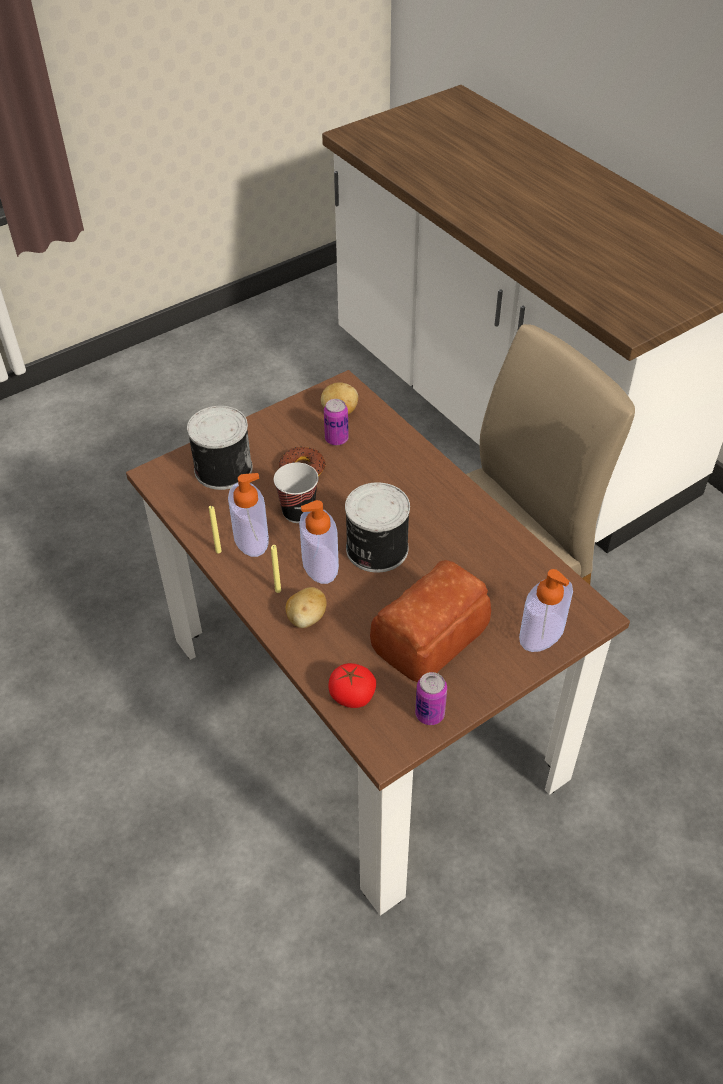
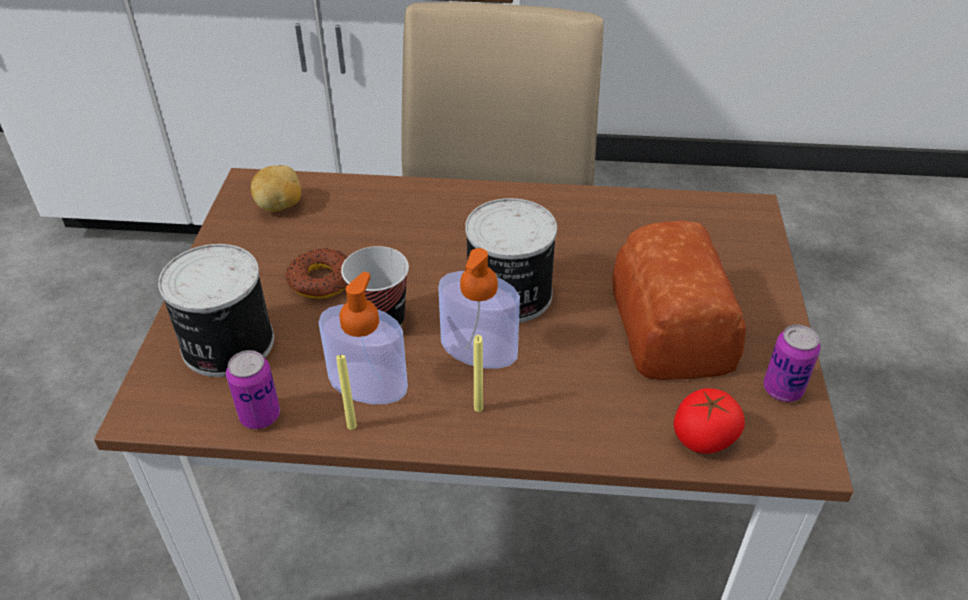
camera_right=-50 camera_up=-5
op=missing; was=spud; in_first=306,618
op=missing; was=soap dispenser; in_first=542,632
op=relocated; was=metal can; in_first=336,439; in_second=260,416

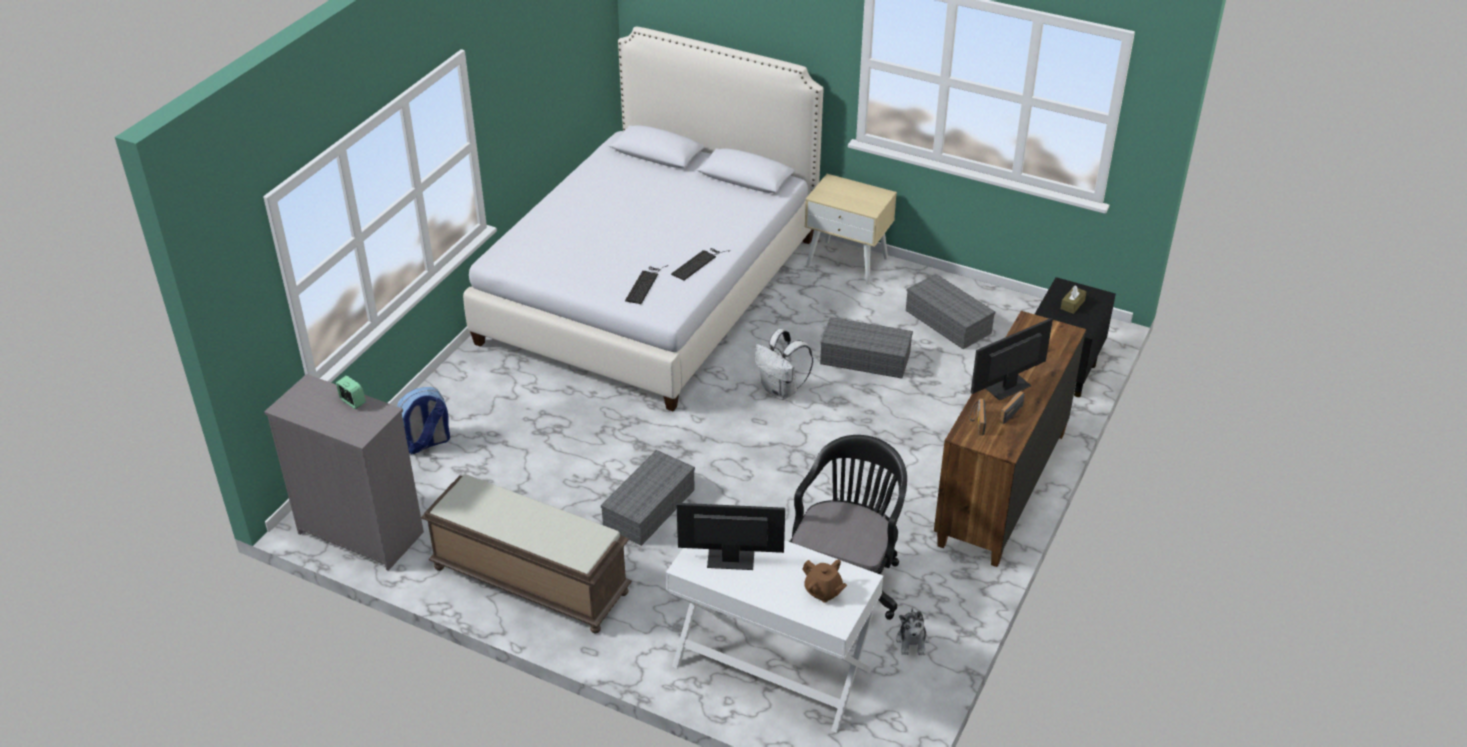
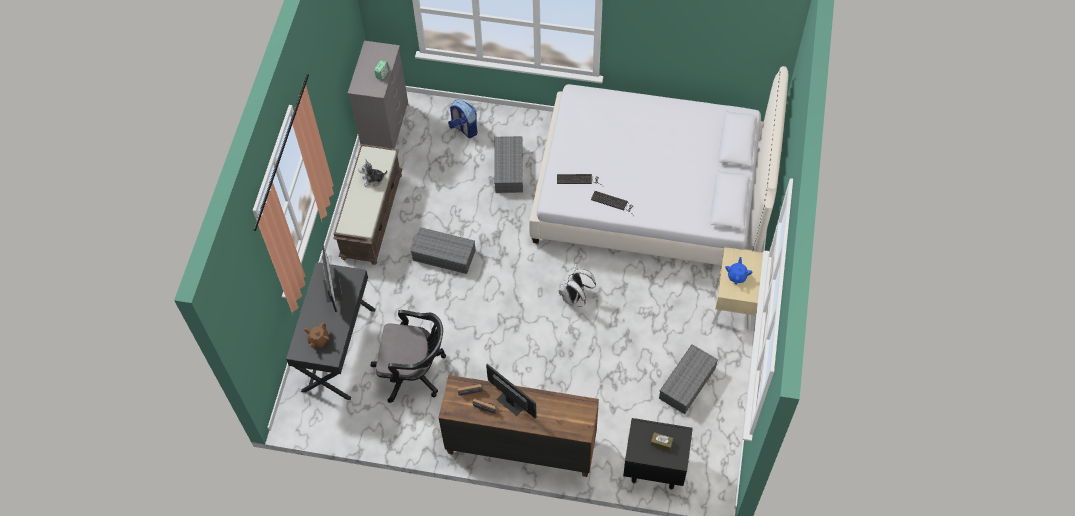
camera_right=75 camera_up=20
op=appeared; now=blue tea pot; in_second=737,276
op=relocated; was=gray storage bin; in_first=866,358; in_second=509,170
op=relocated; was=cuddly toy; in_first=912,641; in_second=373,180
op=colour; was=whitish desk unit; now=black-coloured desk unit; in_first=771,668; in_second=338,349

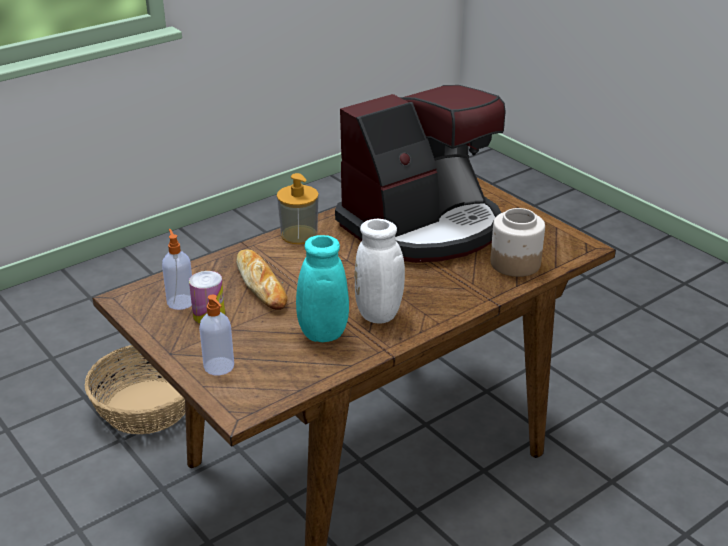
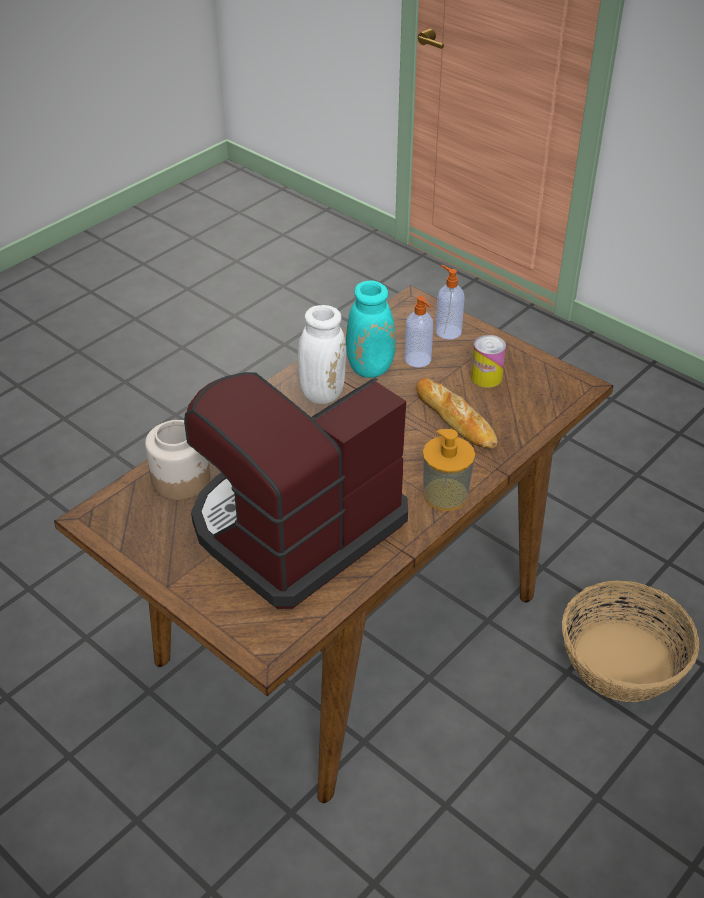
camera_right=170 camera_up=10
op=relocated; was=soap dispenser; in_first=180,301; in_second=418,360

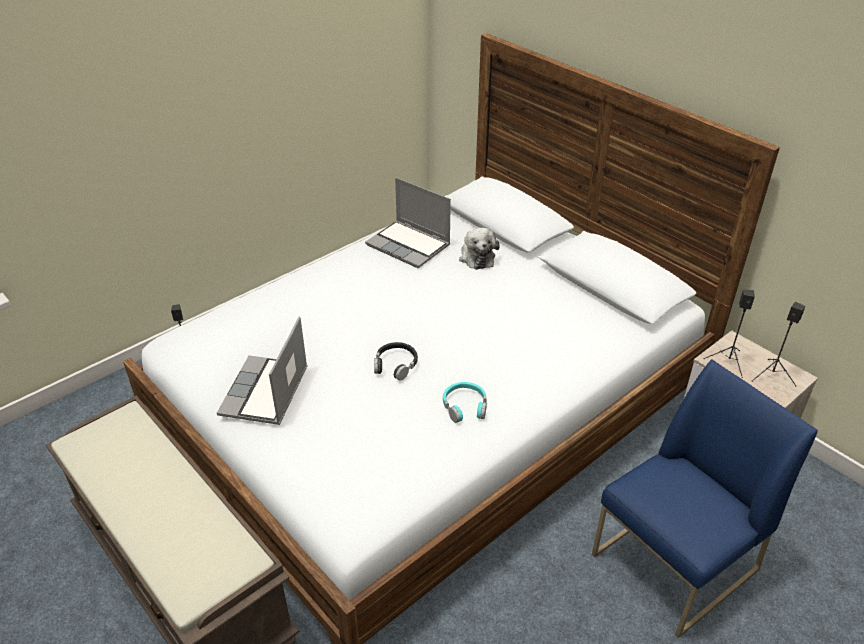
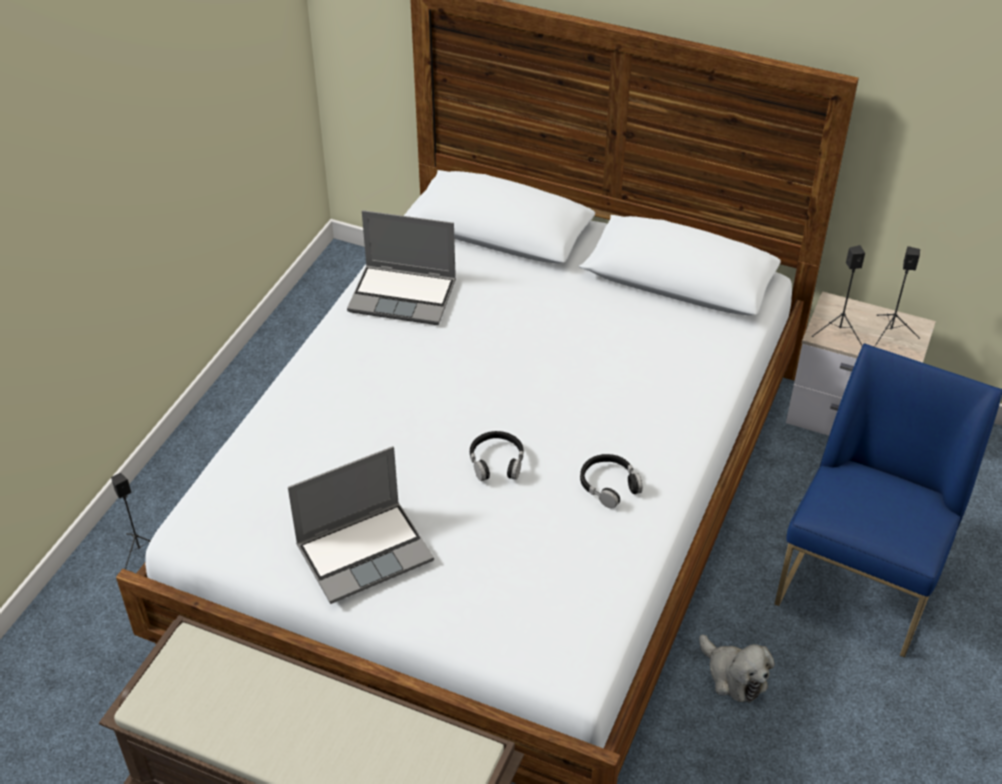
camera_right=-25 camera_up=5
op=relocated; was=cuddly toy; in_first=476,256; in_second=734,676
op=colour; was=turquoise headphones; now=black-coloured headphones; in_first=465,406; in_second=609,485
op=spun; was=laptop; in_first=265,393; in_second=365,551; clockwise=-105

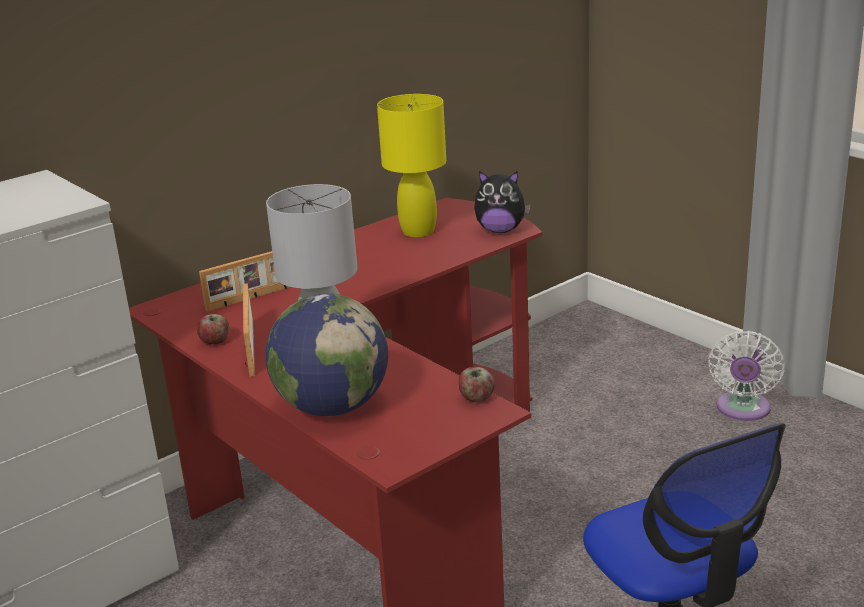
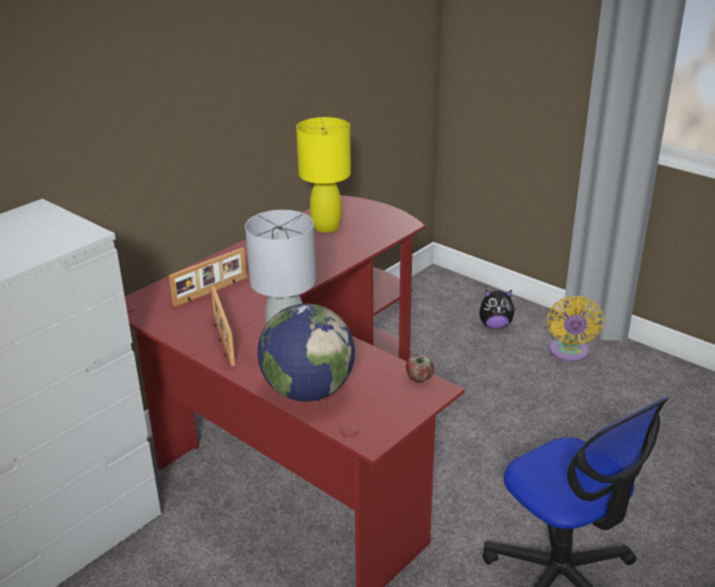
camera_right=-10 camera_up=5
op=missing; was=apple; in_first=215,342
op=relocated; was=cuddly toy; in_first=500,230; in_second=495,325
op=colour; was=whitish fan; now=yellow fan; in_first=742,410; in_second=569,353

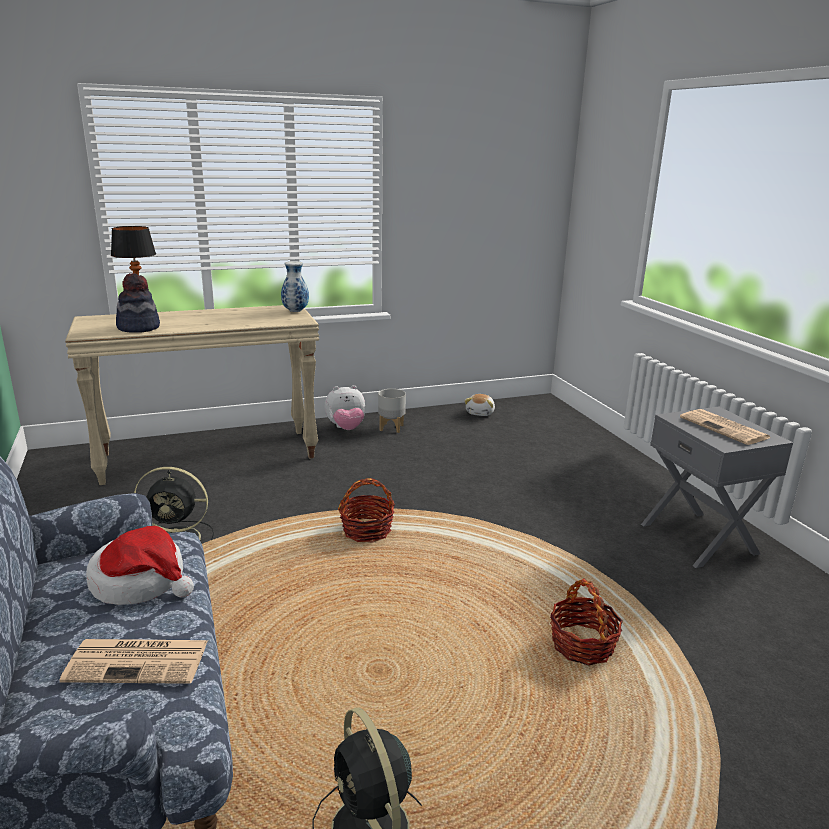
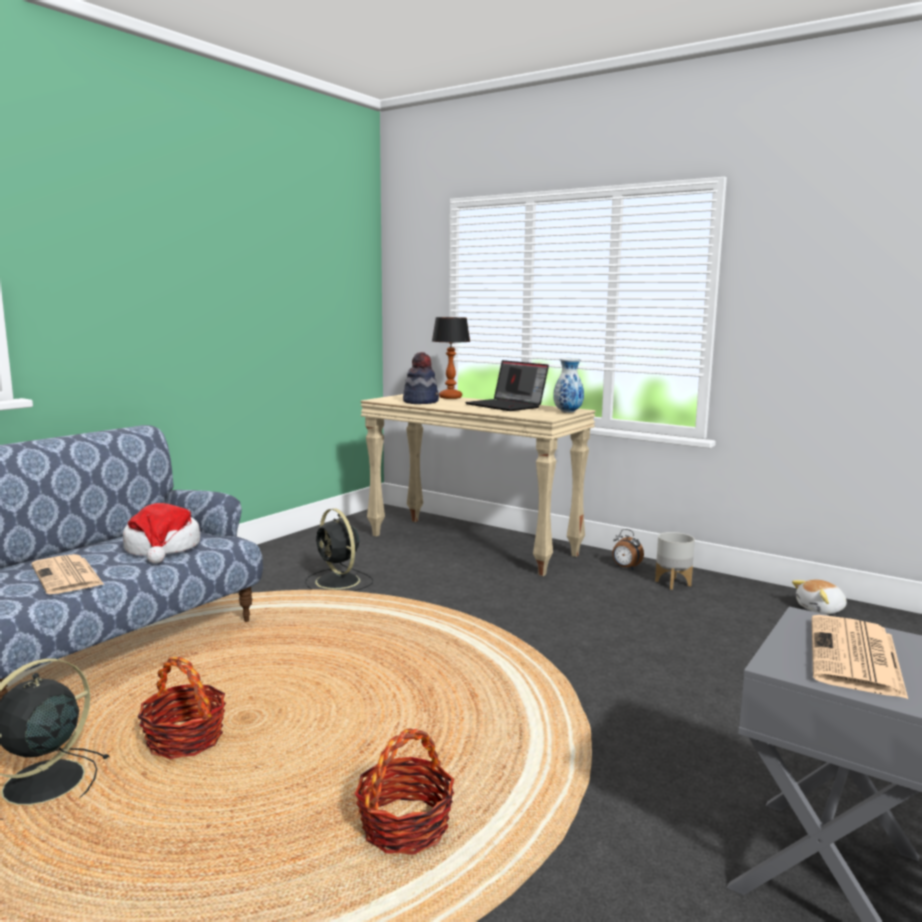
camera_right=55 camera_up=-10
op=appeared; now=laptop; in_second=507,406
op=relocated; was=household basket; in_first=367,530; in_second=185,739
op=exchanged; was=cuddly toy; now=alarm clock; in_first=346,428; in_second=625,567

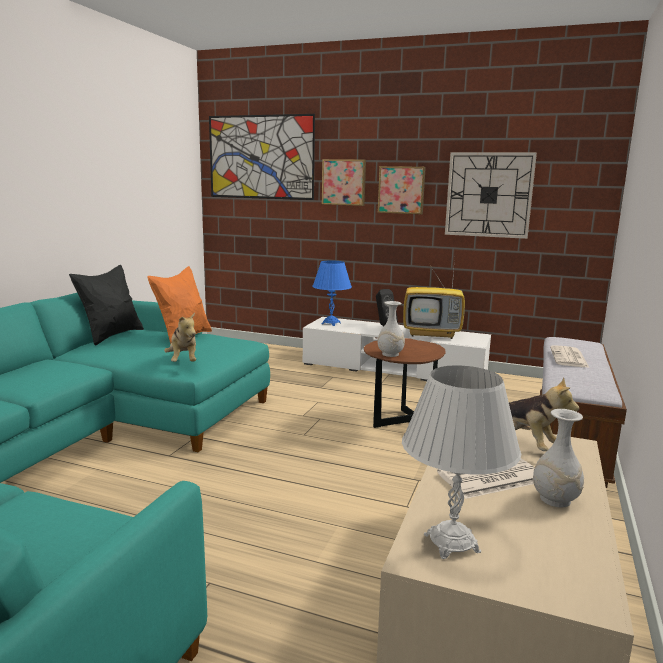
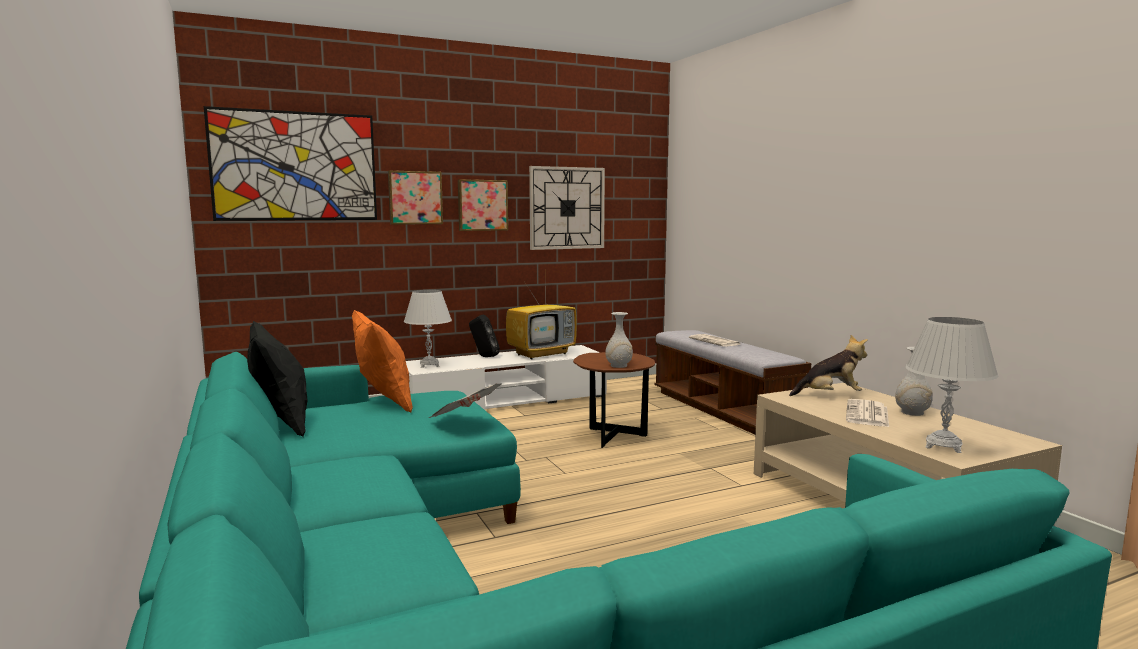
camera_right=-45 camera_up=-5
op=exchanged; was=cuddly toy; now=daily paper; in_first=183,361; in_second=465,420
op=colour; was=blue tabletop lamp; now=whitish tabletop lamp; in_first=331,323; in_second=429,365

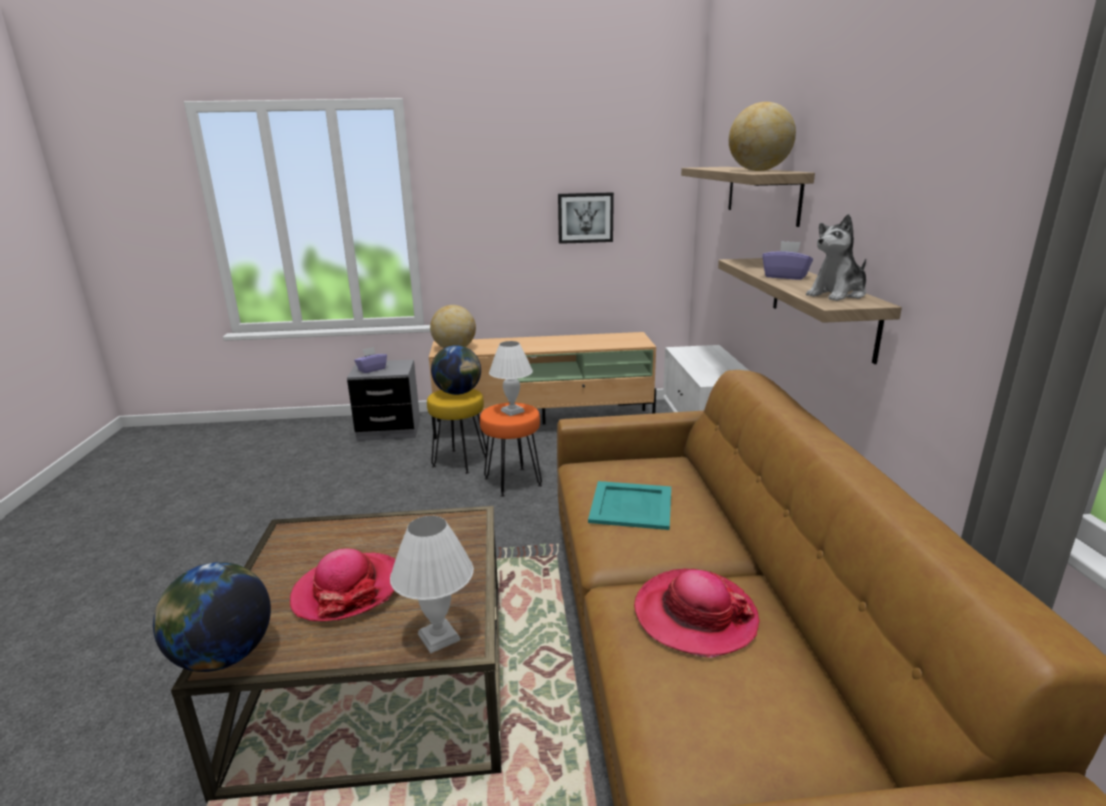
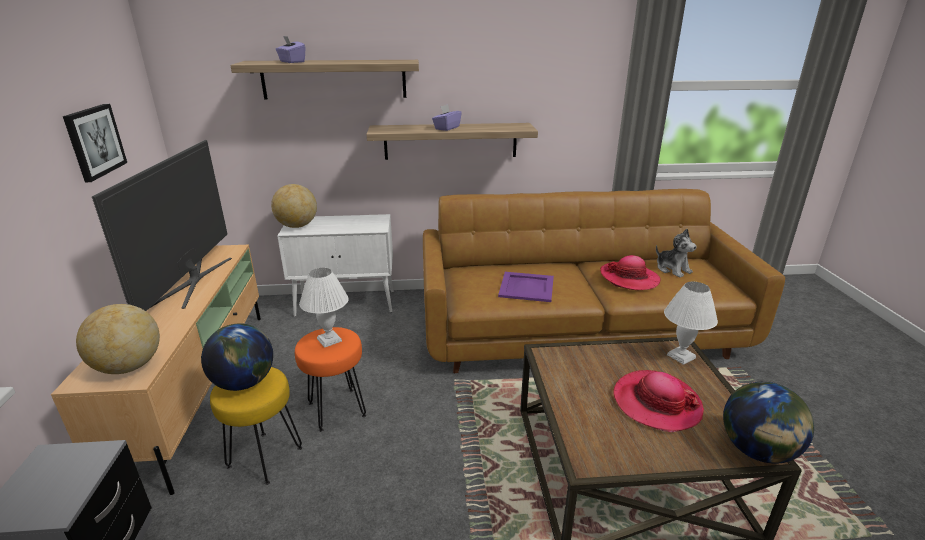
camera_right=-90 camera_up=5
op=appeared; now=TV; in_second=192,281
op=relocated; was=purple-coloured tissue holder; in_first=372,369; in_second=292,62
op=relocated; was=world globe; in_first=758,170; in_second=297,226
op=relocated; was=cuddly toy; in_first=837,295; in_second=672,269
op=colour; was=turquoise tray; now=purple-coloured tray; in_first=630,505; in_second=526,287

